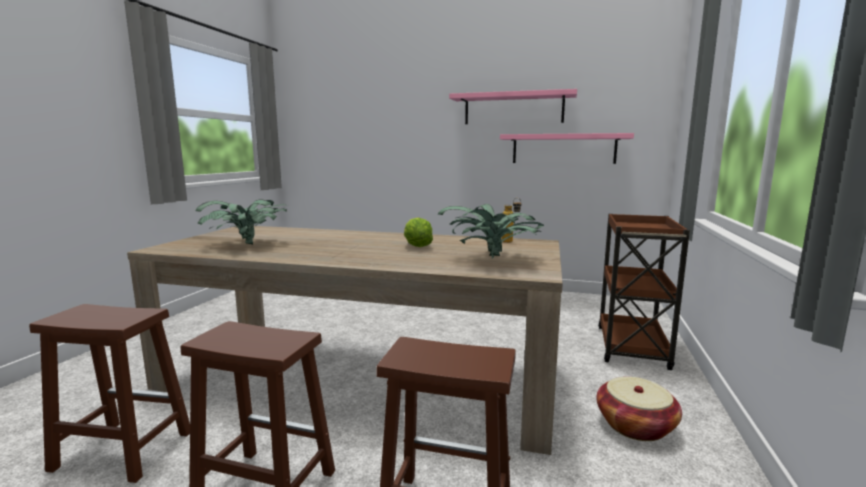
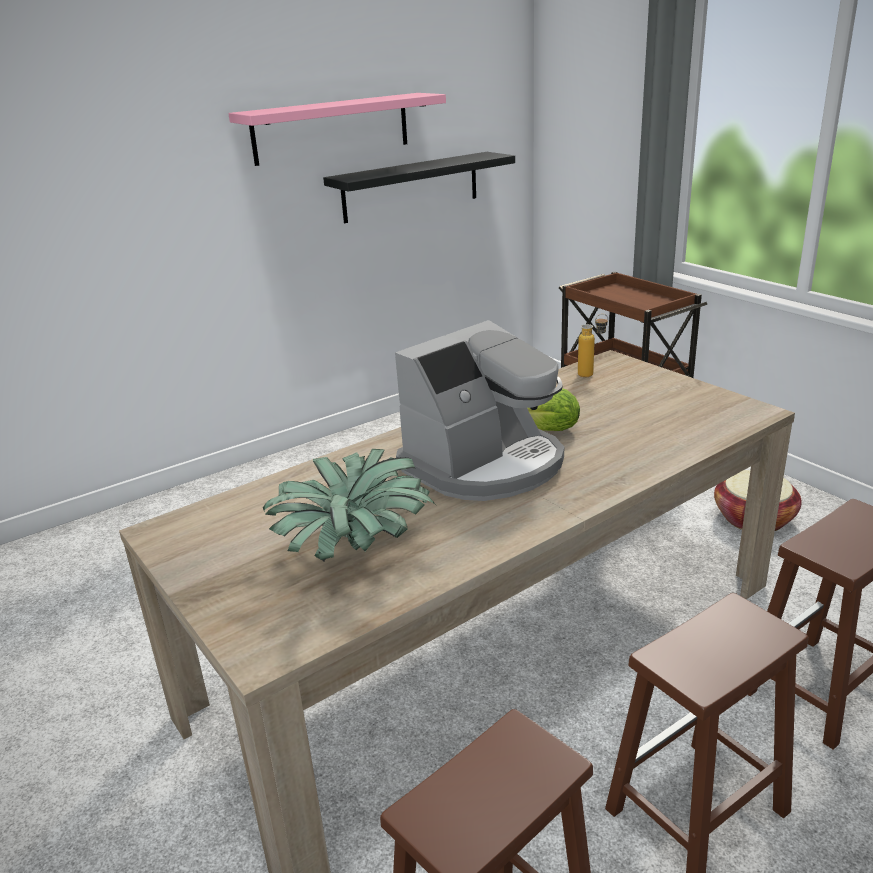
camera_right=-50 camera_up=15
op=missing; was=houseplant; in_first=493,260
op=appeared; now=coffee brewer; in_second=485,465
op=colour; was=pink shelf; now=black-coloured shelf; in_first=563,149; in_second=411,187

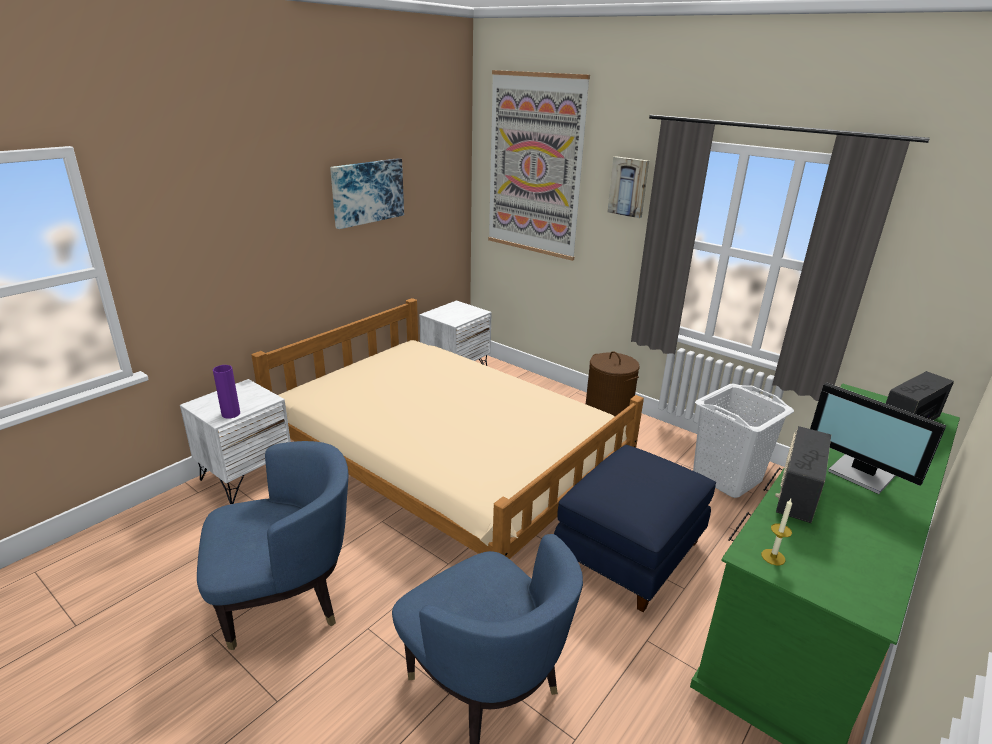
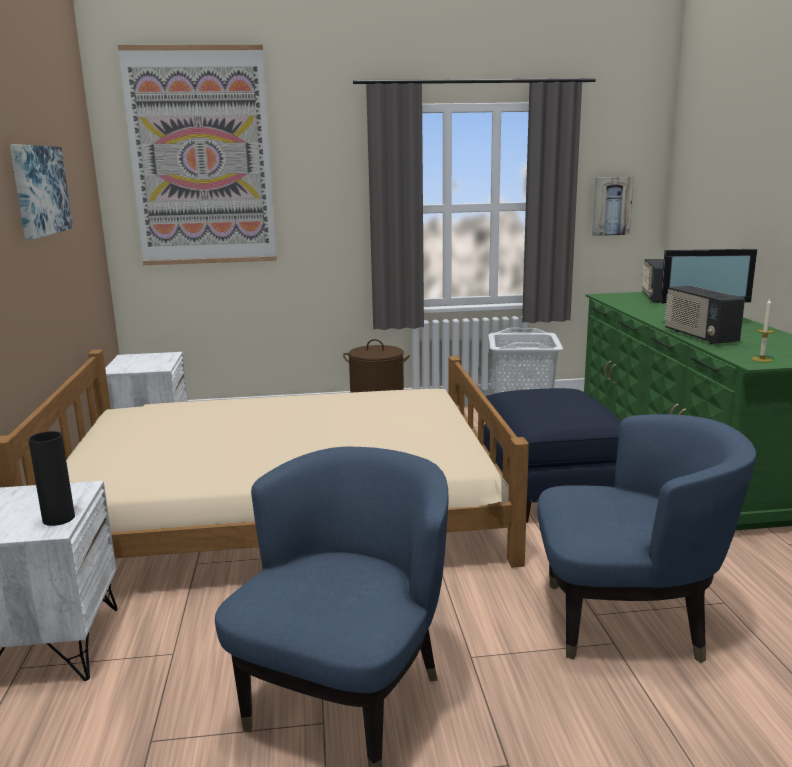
camera_right=-45 camera_up=-10
op=relocated; was=wall art; in_first=628,187; in_second=611,206
op=colour; was=purple-coloured decorative vase; now=black-coloured decorative vase; in_first=231,414; in_second=58,518

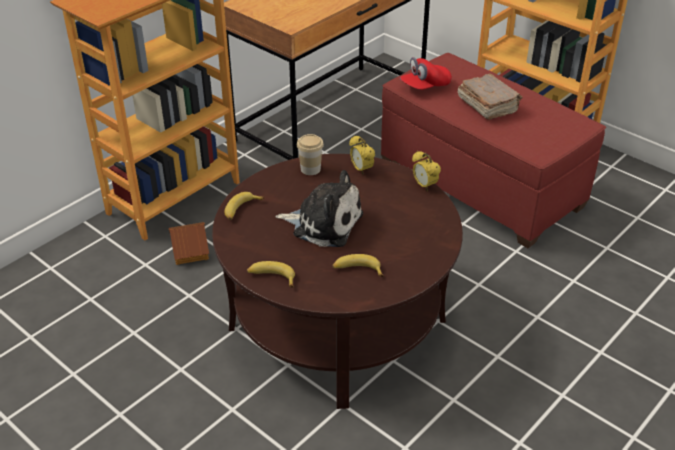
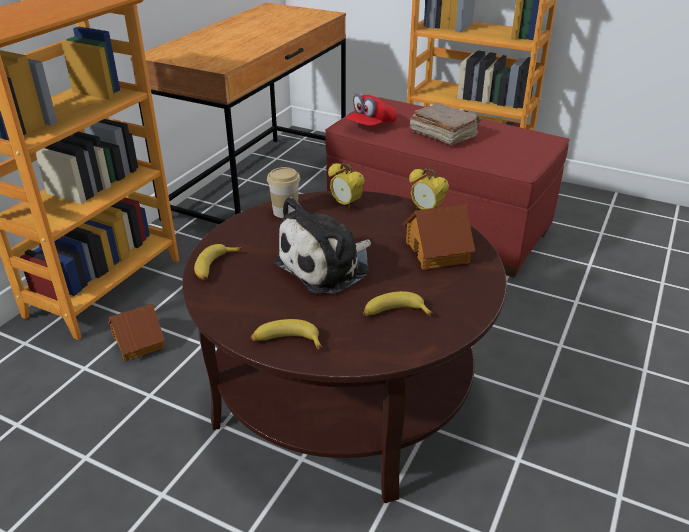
camera_right=-15 camera_up=-5
op=appeared; now=toy house; in_second=438,252
op=spun; was=cuddly toy; in_first=324,223; in_second=327,266; clockwise=135

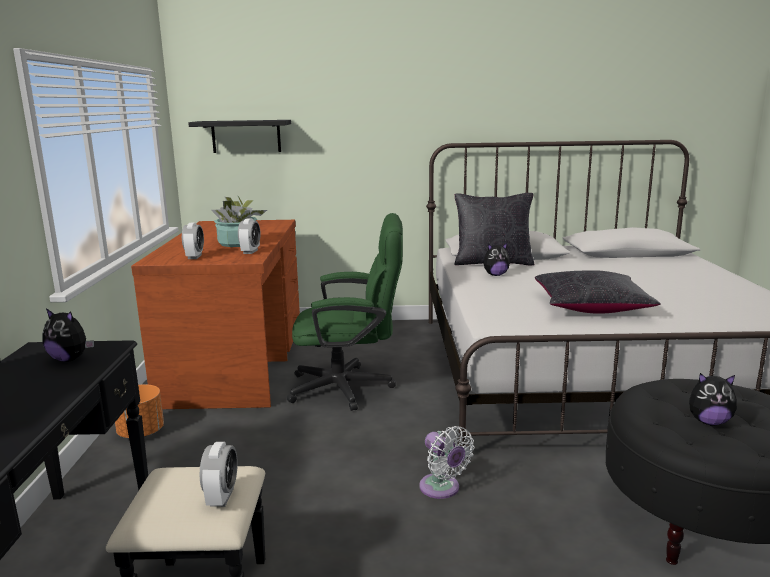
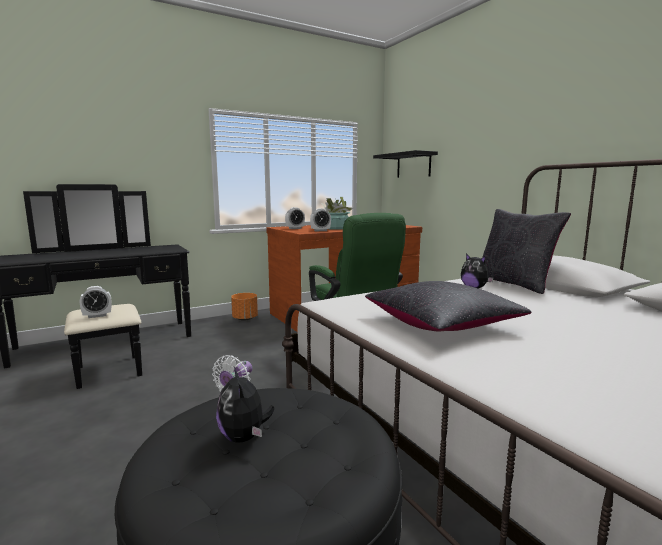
camera_right=60 camera_up=-5
op=missing; was=cuddly toy; in_first=70,359

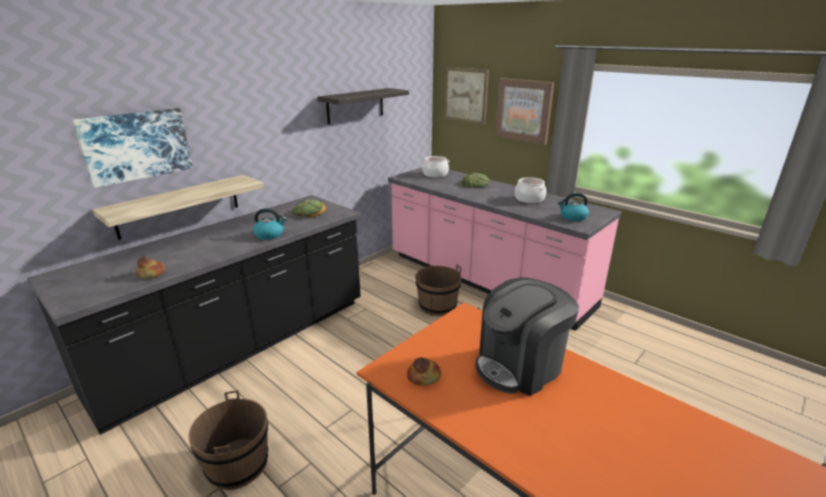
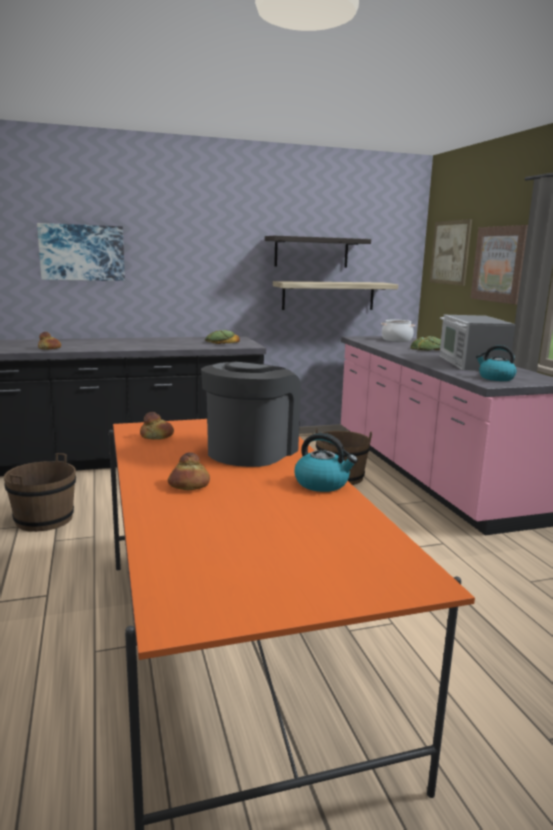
camera_right=30 camera_up=-10
op=appeared; now=baked bread; in_second=189,485
op=relocated; was=shelf; in_first=179,206; in_second=328,295
op=relocated; was=water kettle; in_first=270,234; in_second=322,483
op=exchanged; was=cooking pot; now=microwave; in_first=529,199; in_second=470,363
op=spun; was=coffee brewer; in_first=520,365; in_second=251,450; clockwise=120

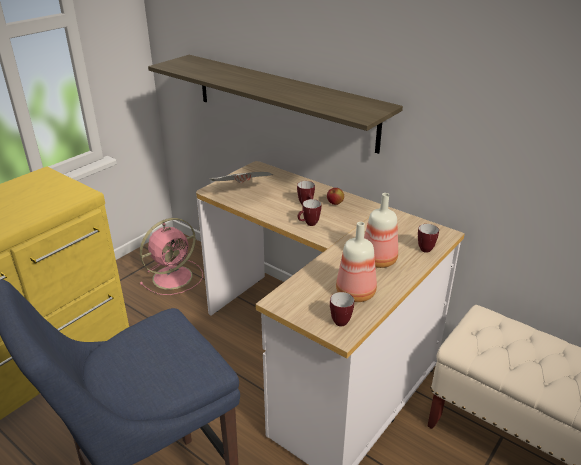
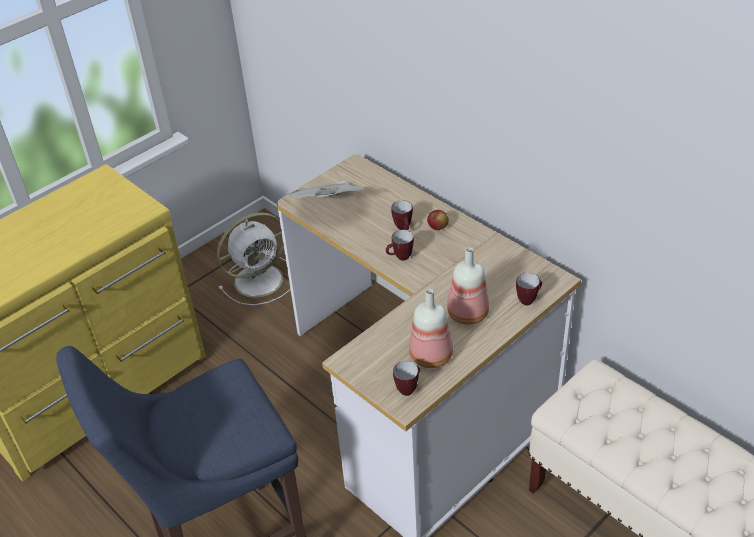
camera_right=10 camera_up=10
op=missing; was=shelf; in_first=282,101
op=colour; was=pink fan; now=whitish fan; in_first=174,276; in_second=260,279

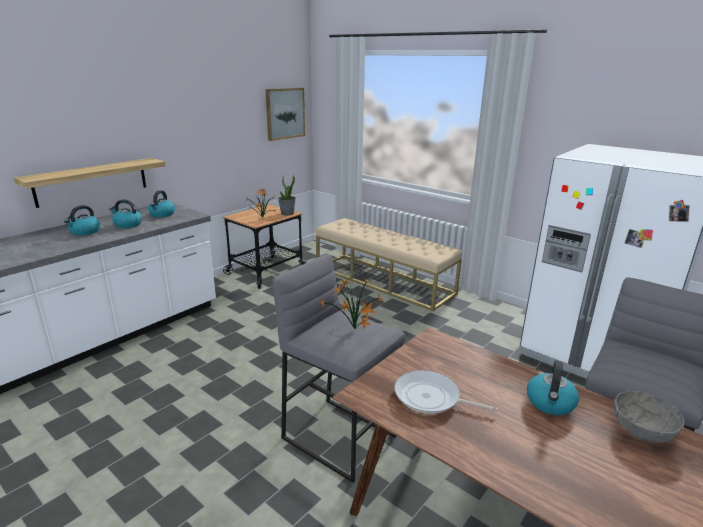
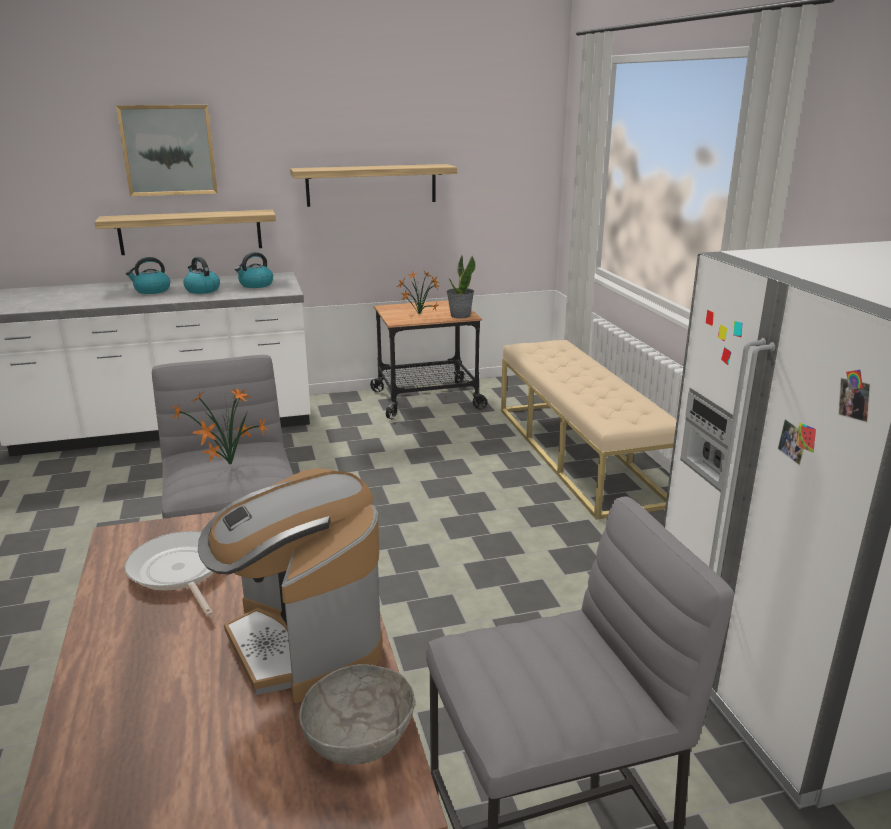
camera_right=35 camera_up=0
op=appeared; now=shelf; in_second=371,185
op=relocated; was=wall art; in_first=285,113; in_second=168,150
op=exchanged; was=water kettle; now=coffee brewer; in_first=550,403; in_second=303,643

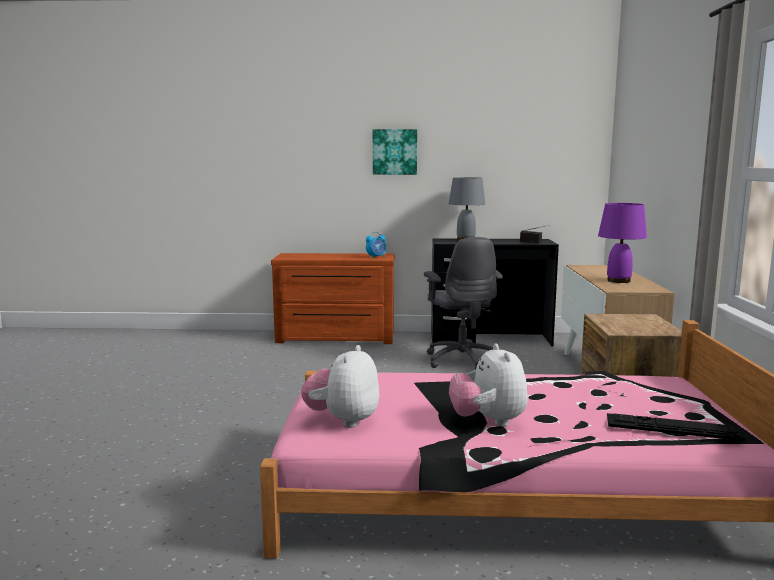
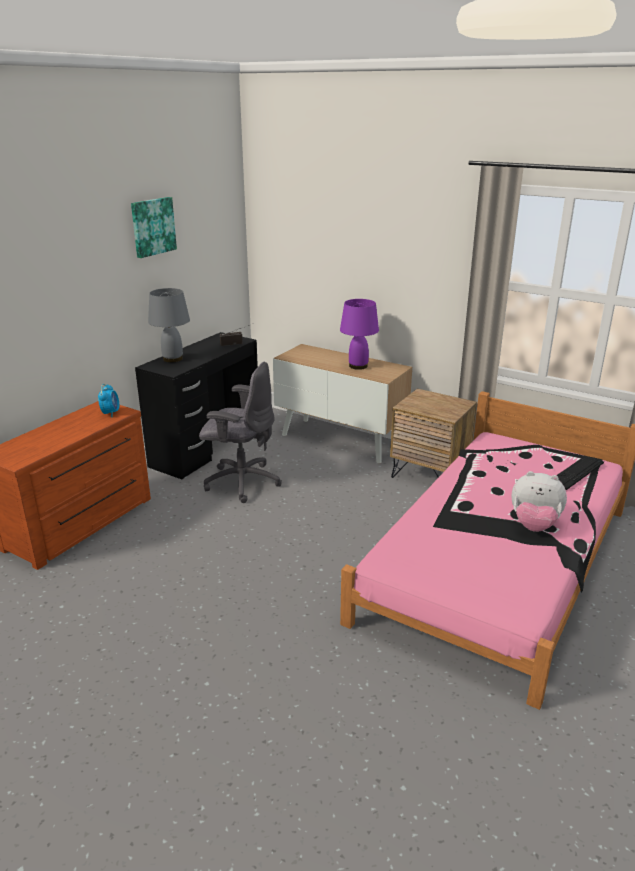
camera_right=-60 camera_up=15
op=missing; was=cuddly toy; in_first=343,420
op=relocated; was=wall art; in_first=394,152; in_second=152,226

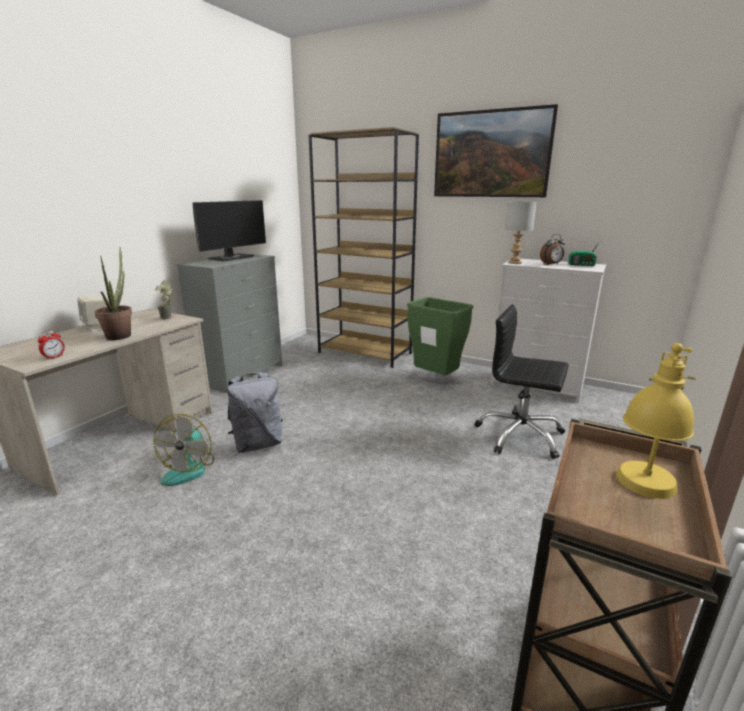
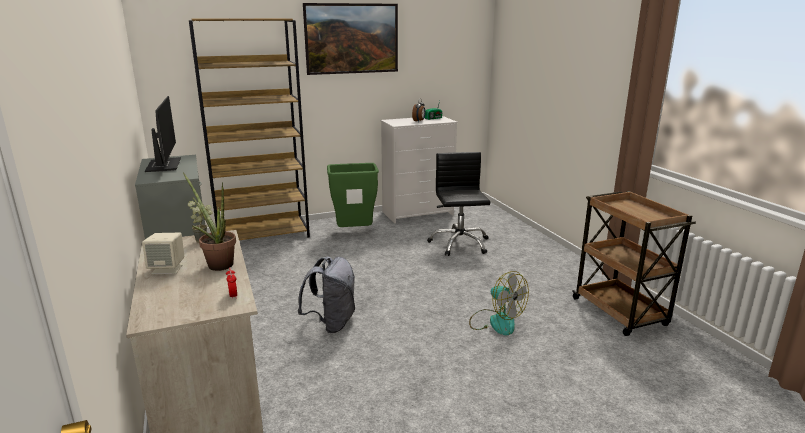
camera_right=-50 camera_up=0
op=missing; was=gray tabletop lamp; in_first=515,263
op=missing; was=yellow tabletop lamp; in_first=642,493
op=relocated; was=fan; in_first=189,469; in_second=496,321
op=spun; was=black-coloured office chair; in_first=519,436; in_second=459,244; clockwise=105

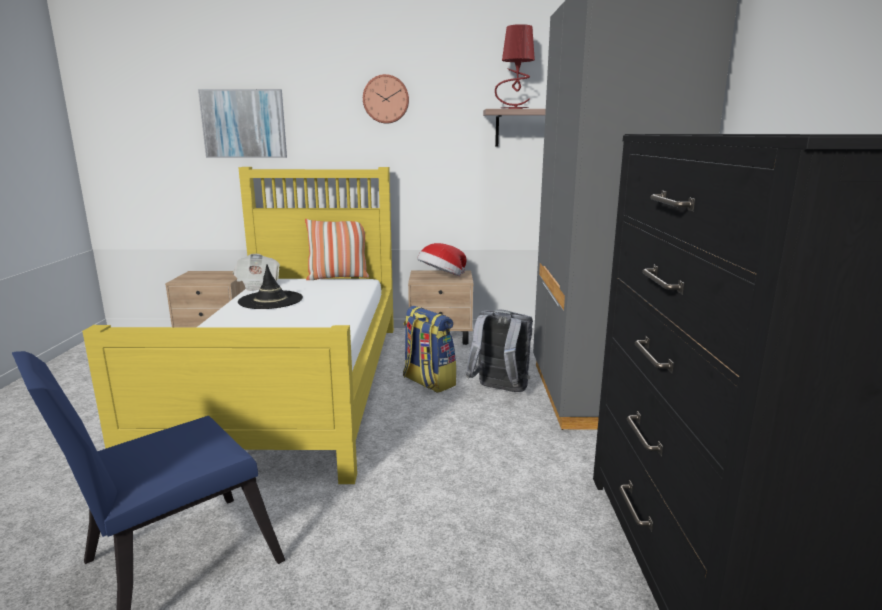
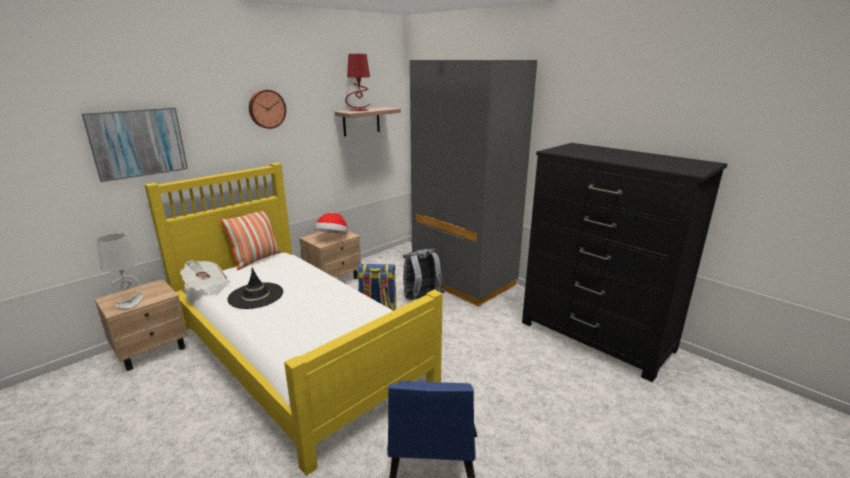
camera_right=-45 camera_up=5
op=appeared; now=gray tabletop lamp; in_second=130,303

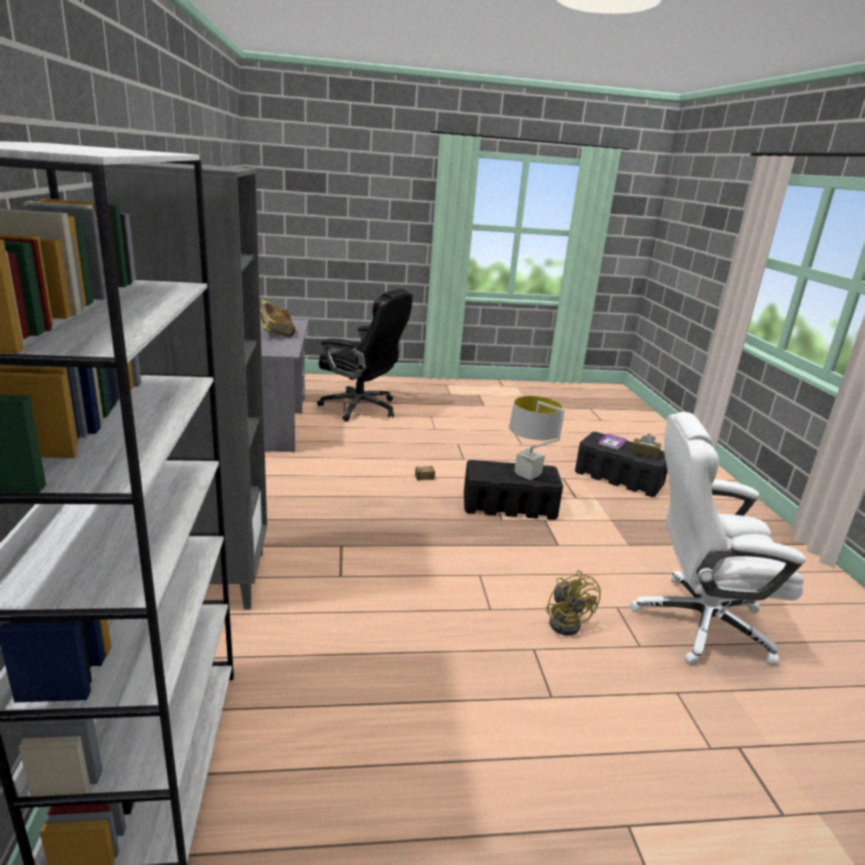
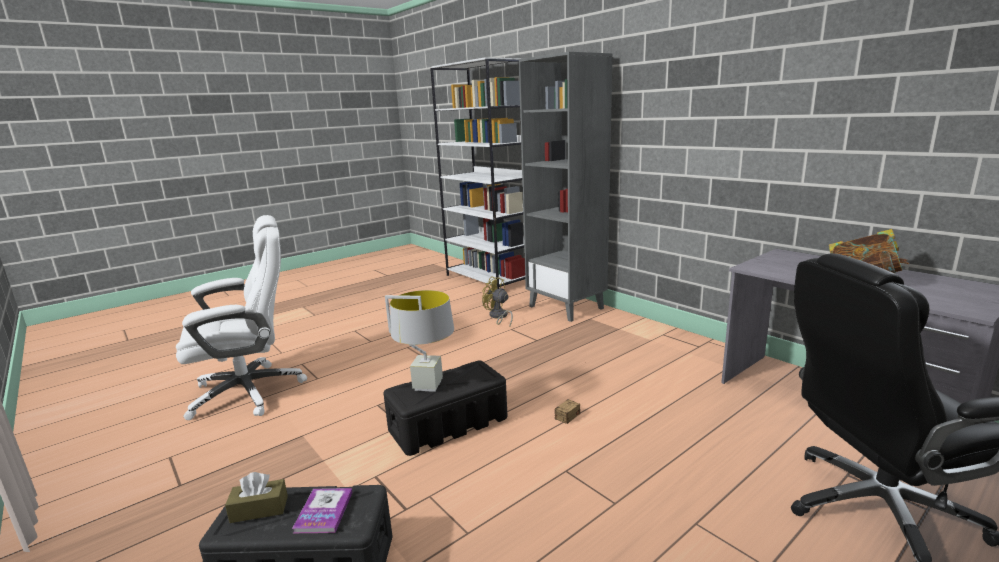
camera_right=150 camera_up=-5
op=relocated; was=yellow fan; in_first=567,621; in_second=498,317

